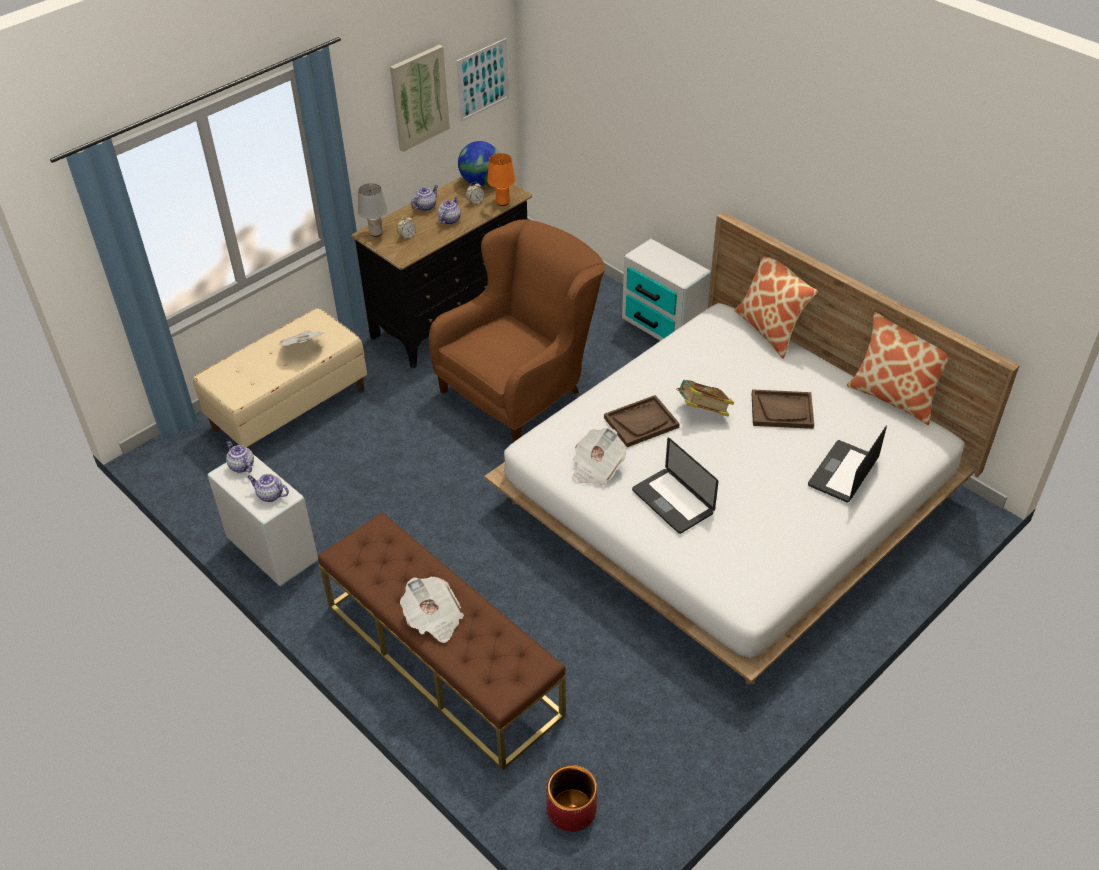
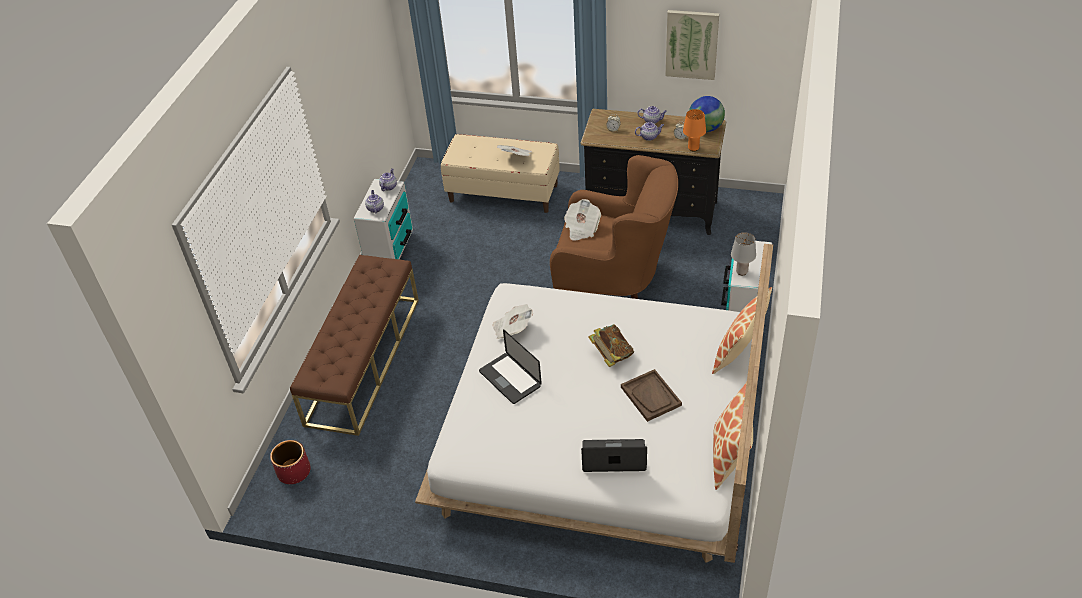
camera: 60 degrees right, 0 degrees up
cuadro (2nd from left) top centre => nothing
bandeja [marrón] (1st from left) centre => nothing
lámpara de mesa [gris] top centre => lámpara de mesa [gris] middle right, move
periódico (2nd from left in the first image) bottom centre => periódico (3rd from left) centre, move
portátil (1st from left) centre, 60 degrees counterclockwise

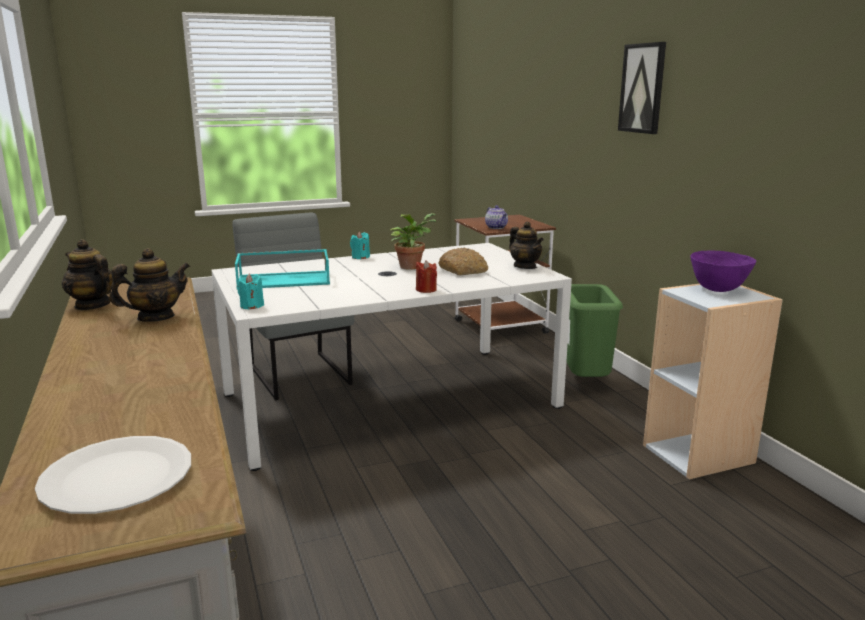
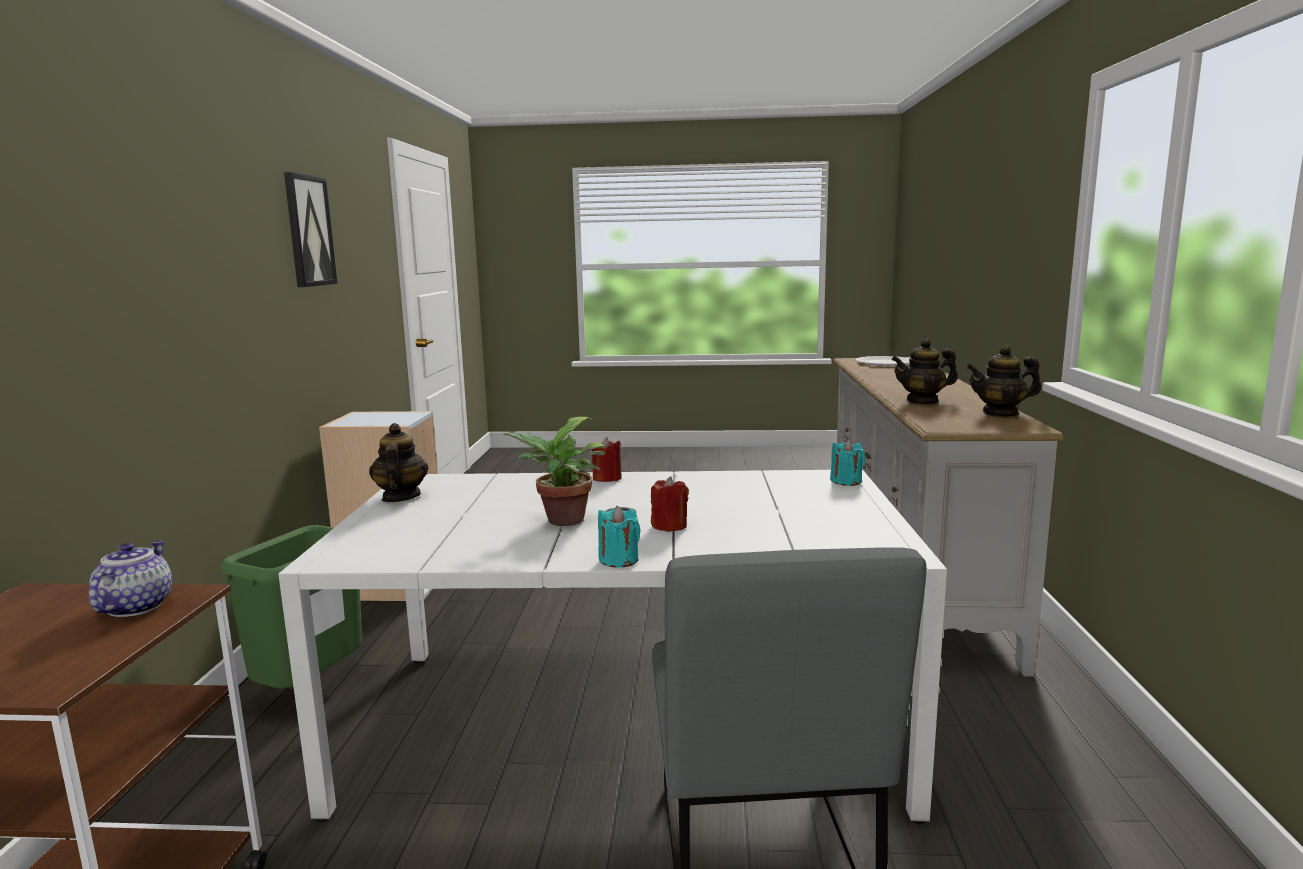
camera: 155 degrees left, 5 degrees down
bandeja [turquesa] middle left => nothing
pan centre => nothing
cuenco [morado] middle right => nothing
nothing => vela [rojo] (2nd from left) centre
cuadro top right => cuadro top left, move
tetera (1st from left in the first image) middle left => tetera (4th from left) middle right, 120 degrees clockwise

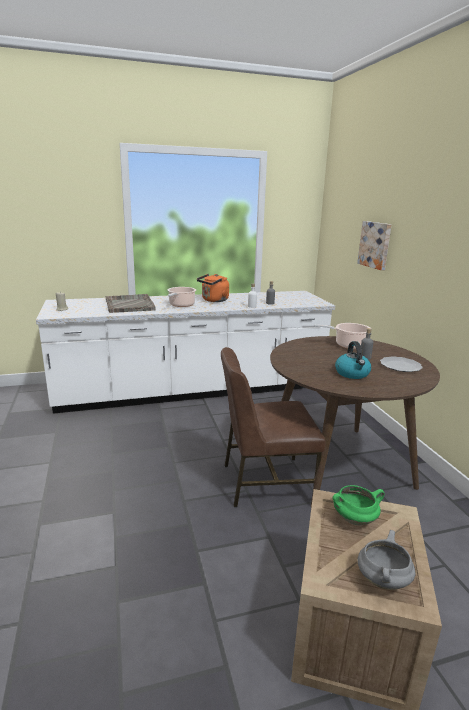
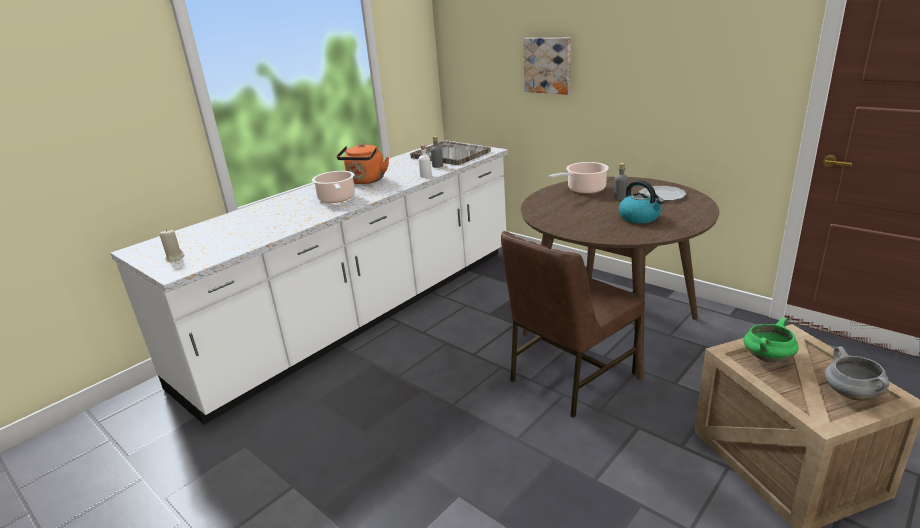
camera: 30 degrees left, 5 degrees up
bandeja [gris] middle left => bandeja [gris] top centre, move

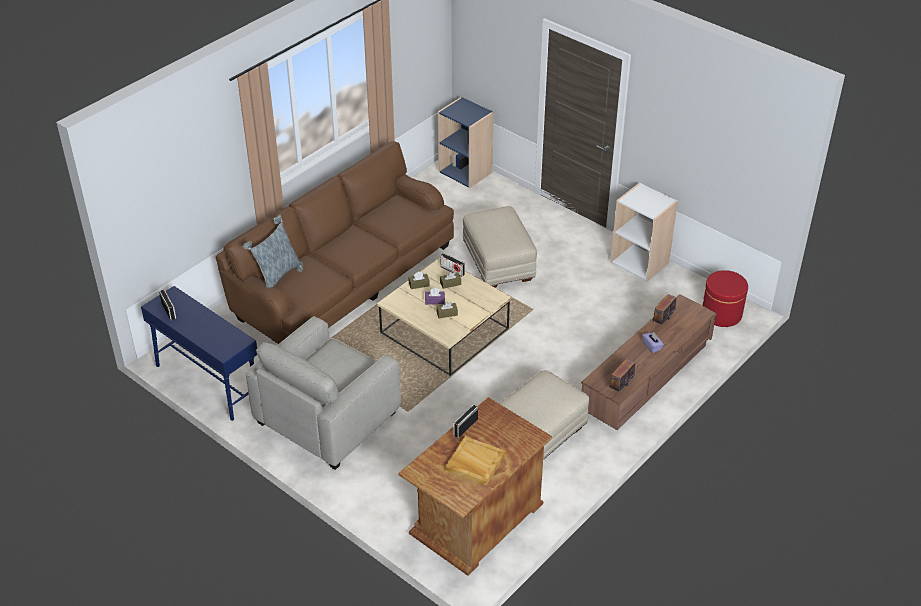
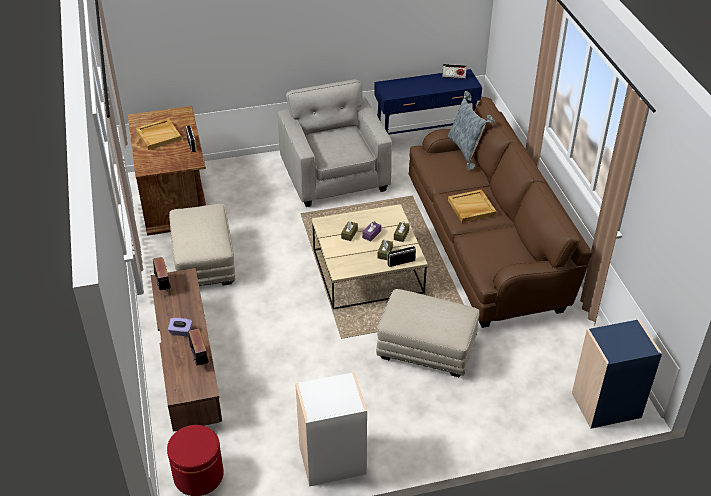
camera: 125 degrees right, 0 degrees up
nothing => bandeja [beis] (2nd from left) centre

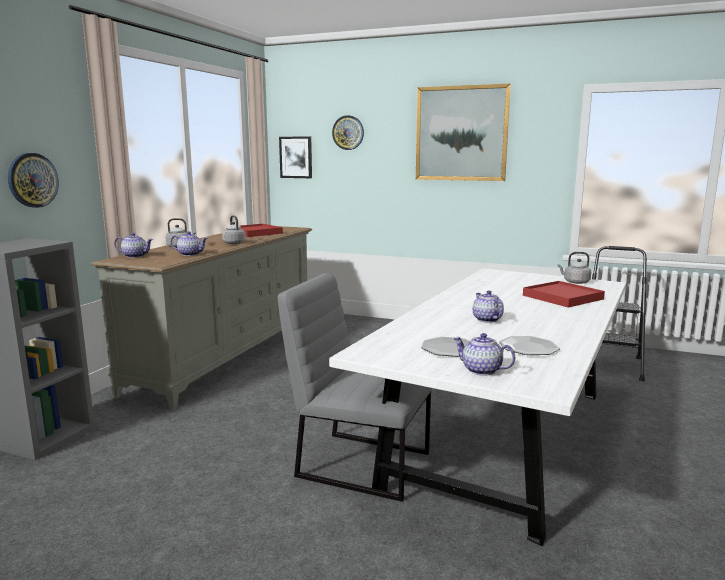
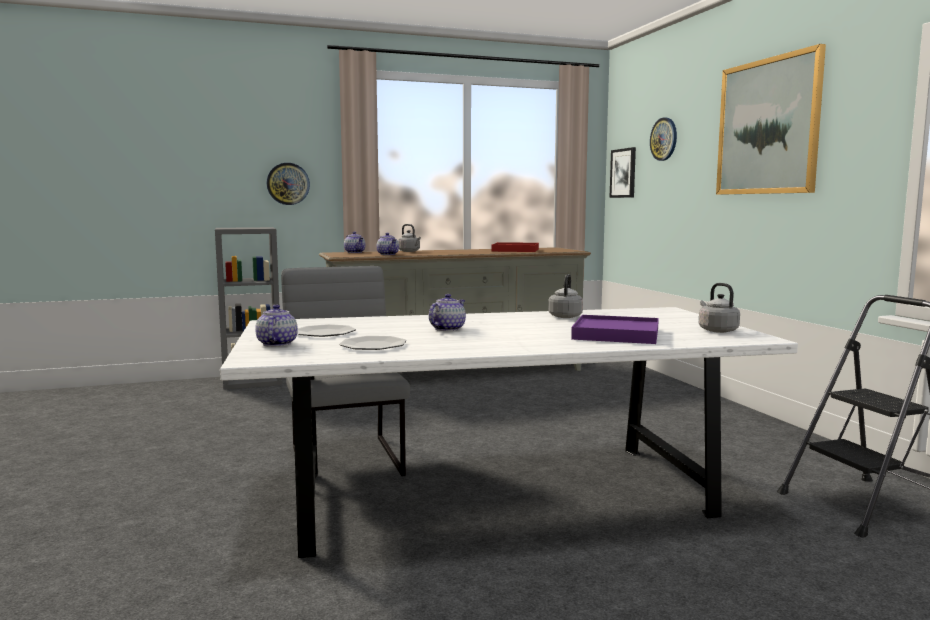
camera: 50 degrees right, 5 degrees down
hervidor [gris] (2nd from left) middle left => hervidor [gris] (2nd from left) centre, move
bandeja [rojo] (2nd from left) middle right => bandeja [morado] centre

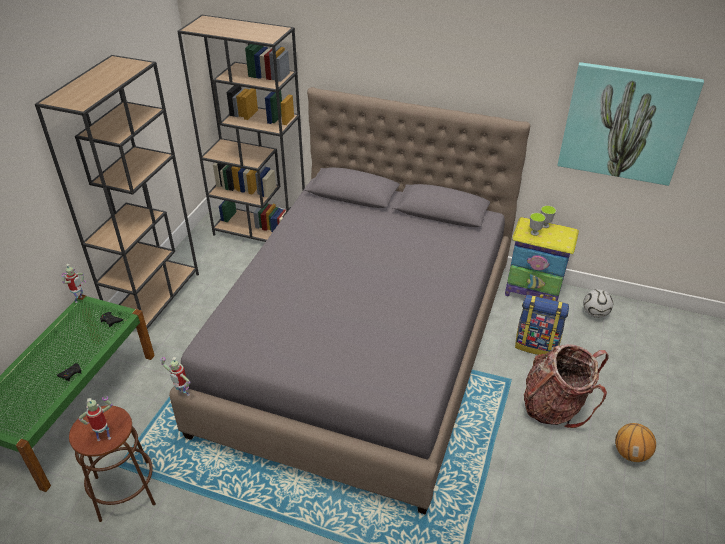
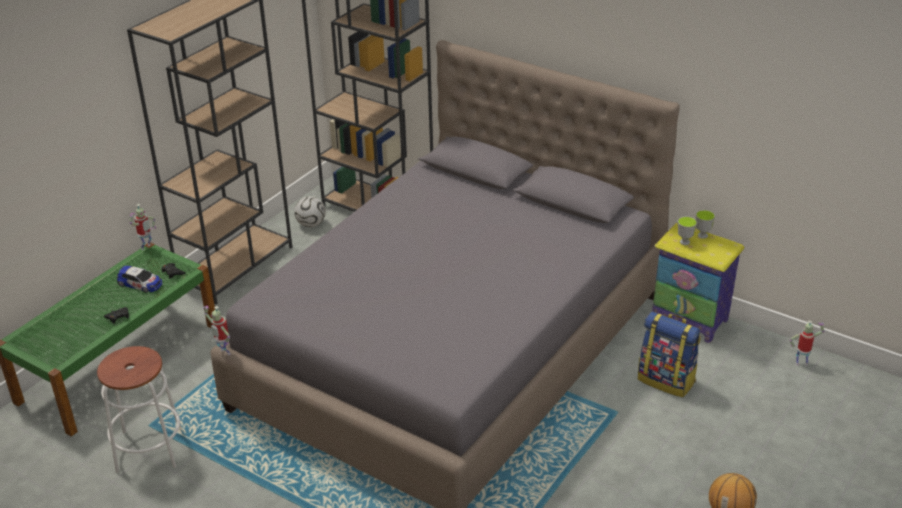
camera: 15 degrees right, 5 degrees down
mochila (2nd from left) bottom right => nothing
cuadro top right => nothing
nothing => coche de juguete middle left
robot de juguete (2nd from left in the first image) bottom left => robot de juguete (3rd from left) bottom right, move
balón de fútbol middle right => balón de fútbol centre, move
taburete [marrón] bottom left => taburete [blanco] bottom left

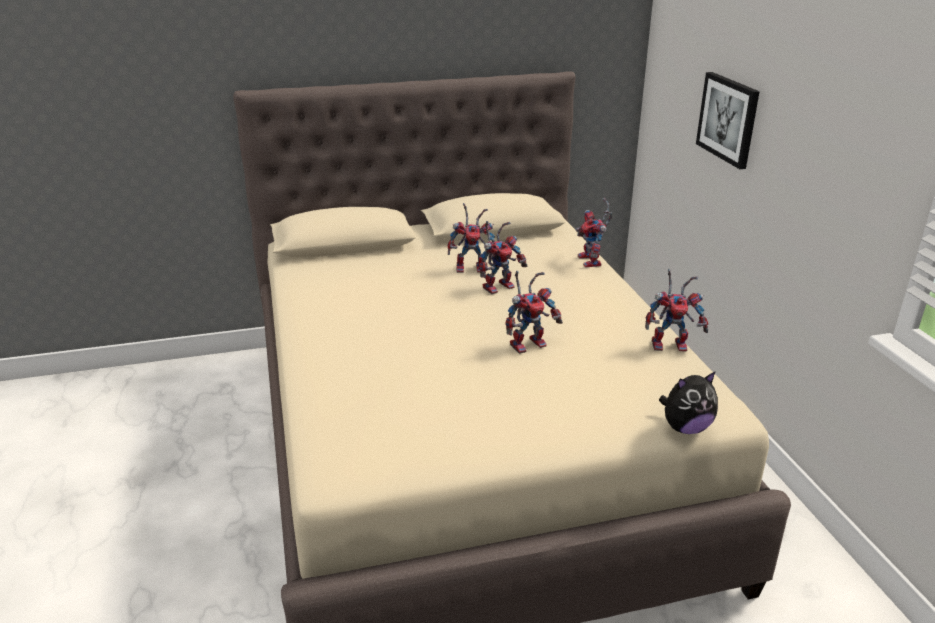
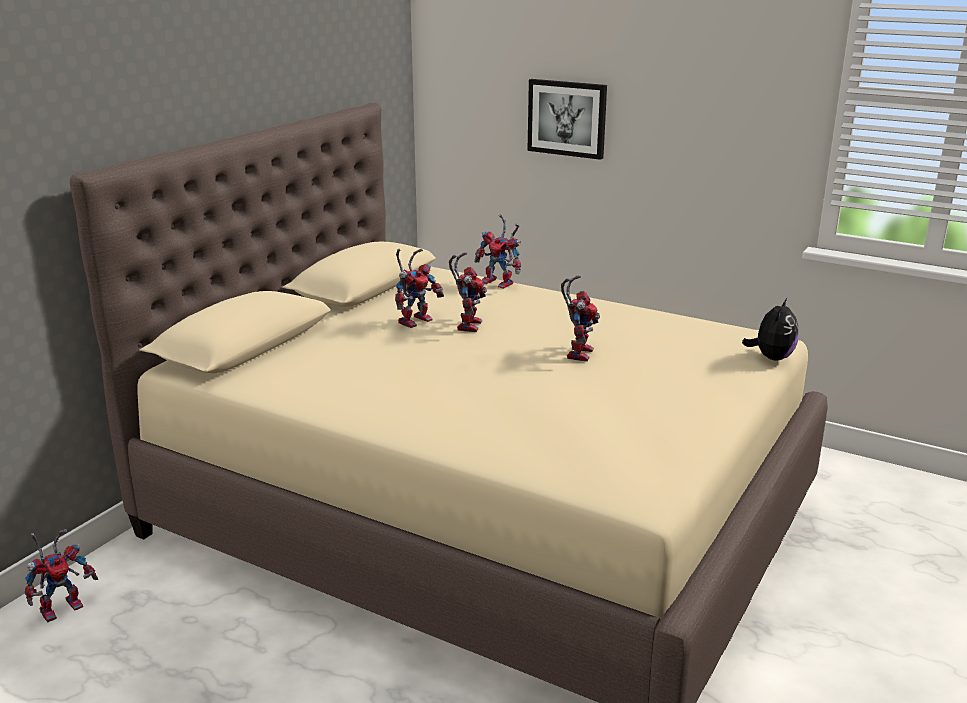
camera: 45 degrees left, 5 degrees down
robot de juguete (5th from left in the first image) middle right => robot de juguete (1st from left) bottom left, move

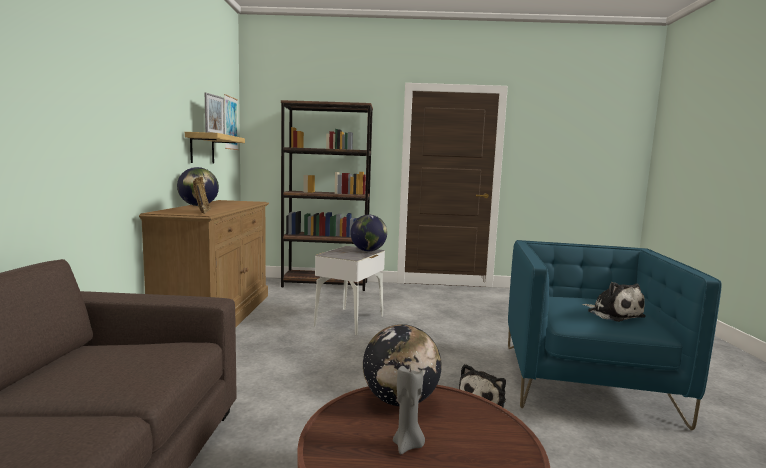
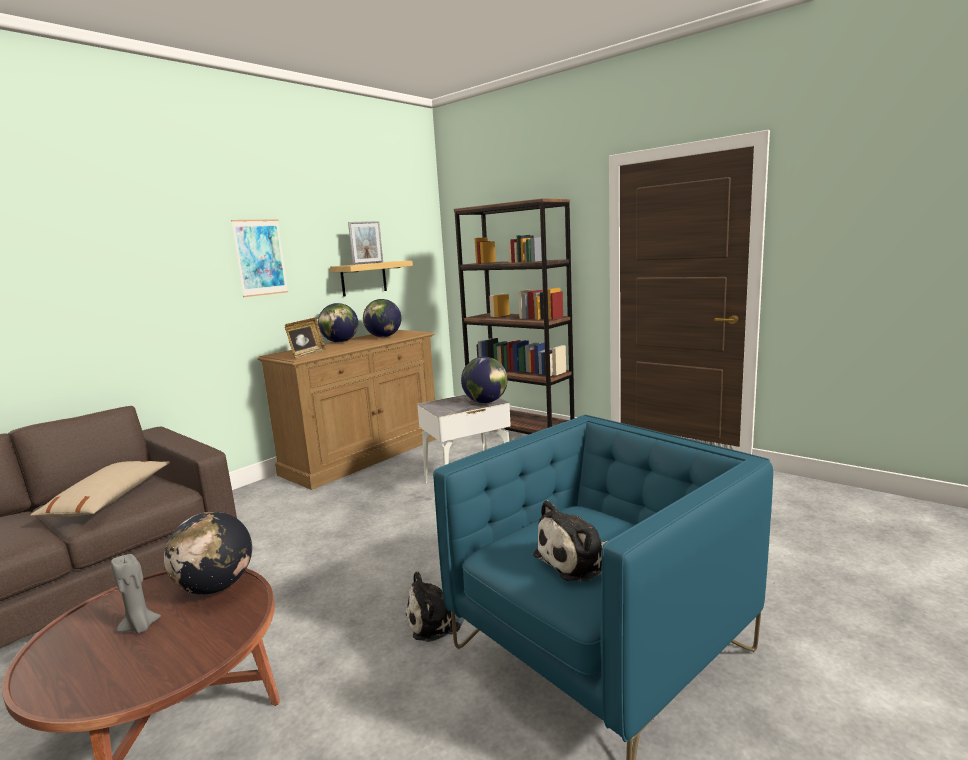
camera: 40 degrees right, 5 degrees up
nothing => cojín [beis] middle left
nothing => globo terráqueo (3rd from left) centre
cuadro top left => cuadro middle left, move
peluche (2nd from left) middle right => peluche (2nd from left) bottom centre, 45 degrees clockwise

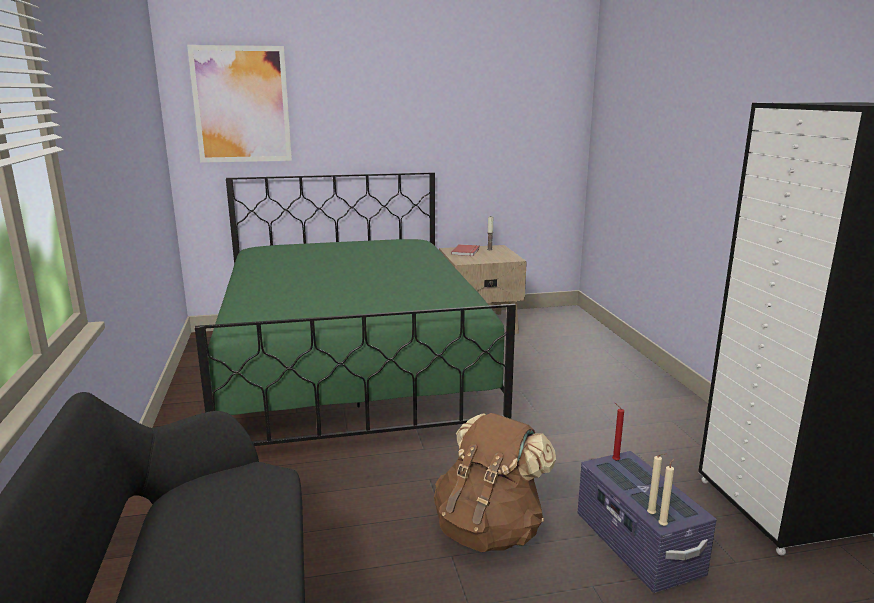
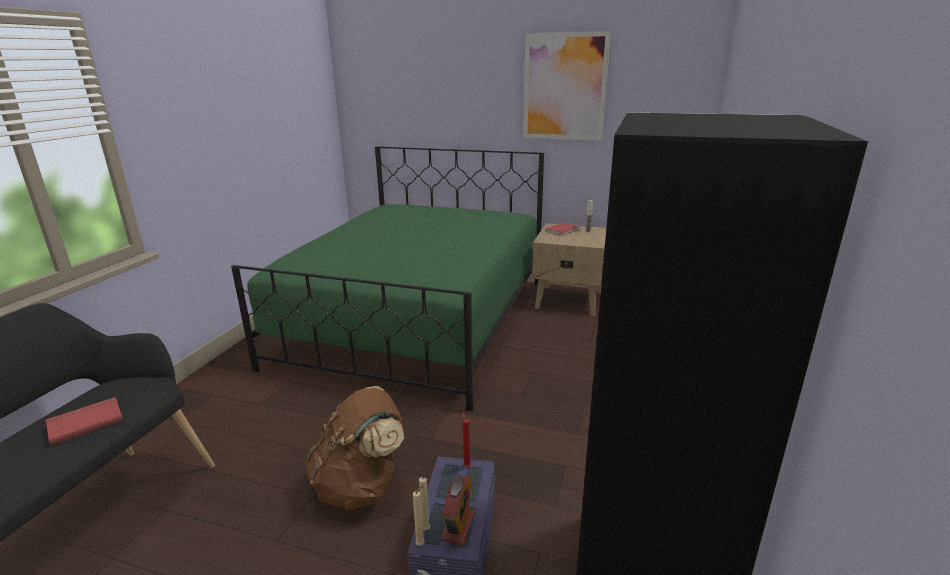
camera: 30 degrees right, 5 degrees up
nothing => libro [rojo] (1st from left) bottom left
nothing => despertador bottom centre
cuadro top left => cuadro top centre, move

